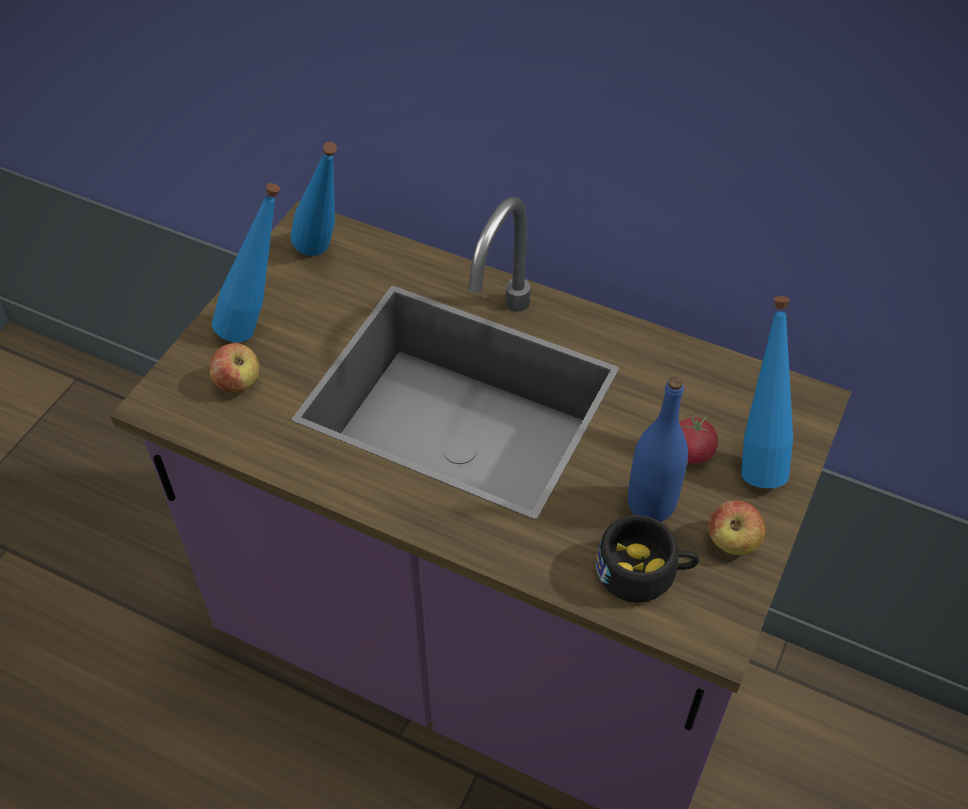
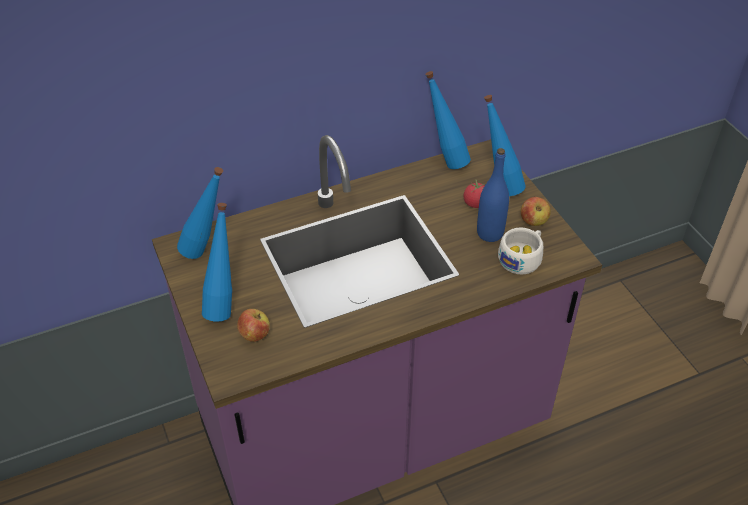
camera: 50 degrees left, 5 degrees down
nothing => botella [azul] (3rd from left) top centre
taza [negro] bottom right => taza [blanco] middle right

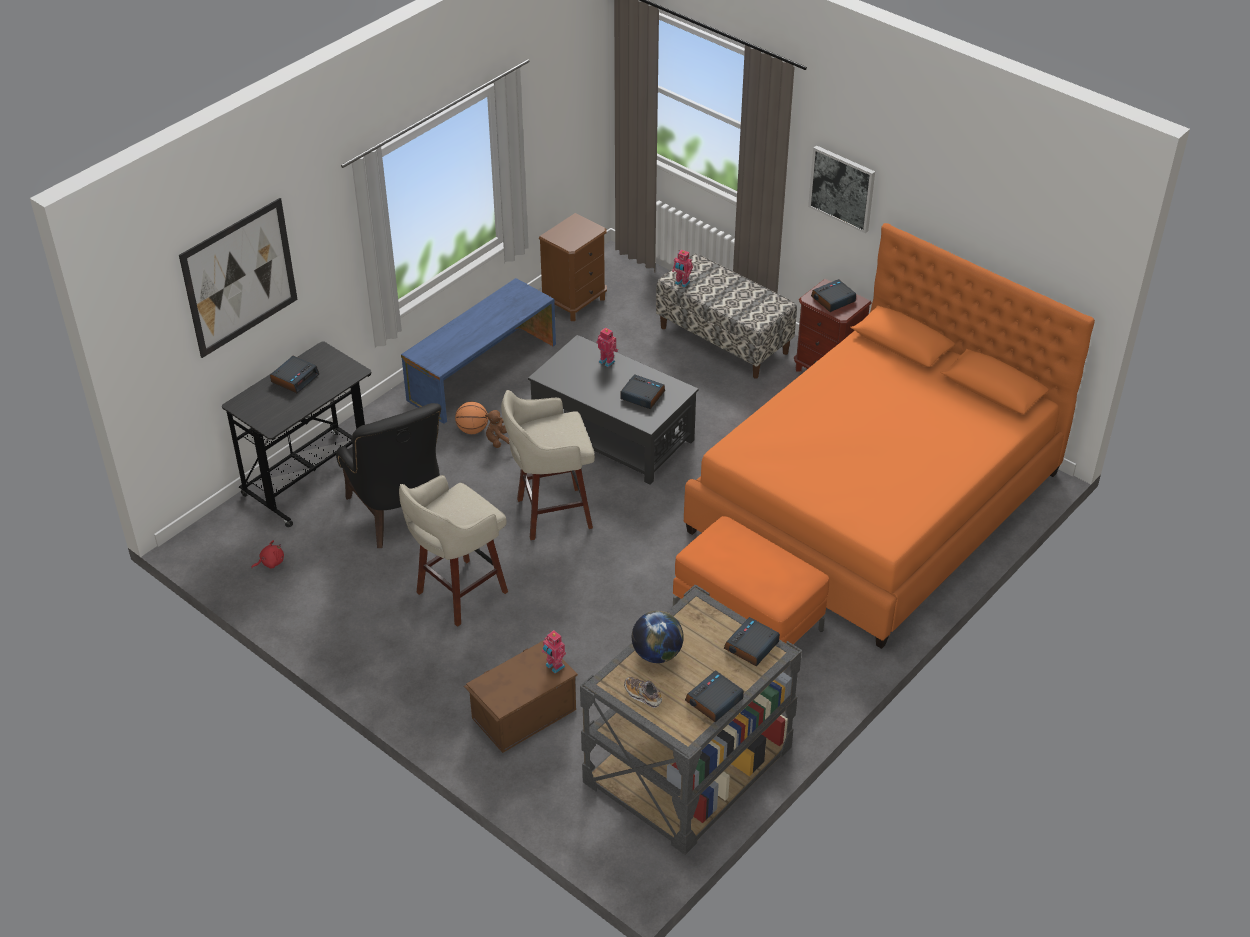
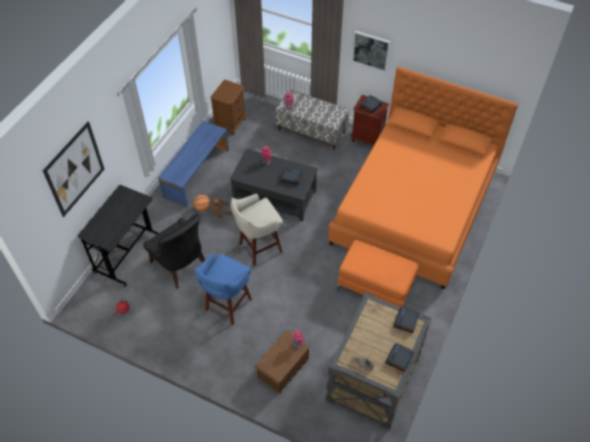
camera: 15 degrees left, 10 degrees up
despertador (1st from left) middle left => nothing
globo terráqueo bottom centre => nothing
taburete [beis] (1st from left) centre => taburete [azul] centre

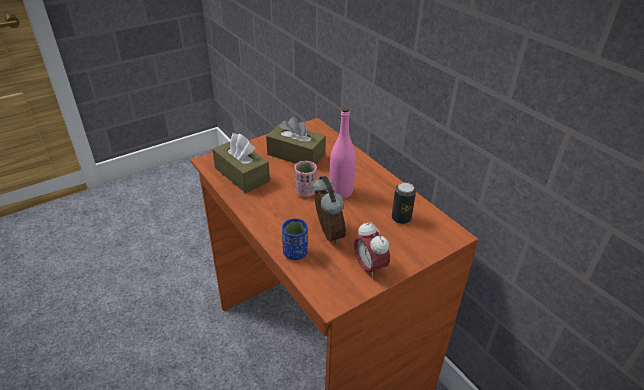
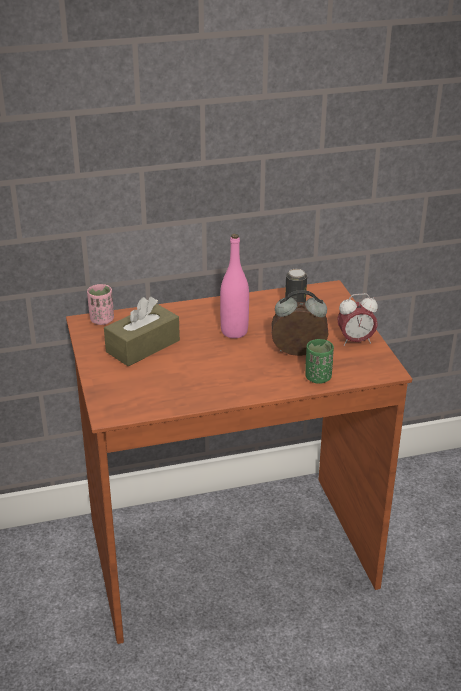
camera: 70 degrees left, 5 degrees down
caja de pañuelos [marrón] (1st from left) centre => nothing
taza [rosa] centre => taza [rosa] middle left, move
taza [azul] centre => taza [verde] middle right

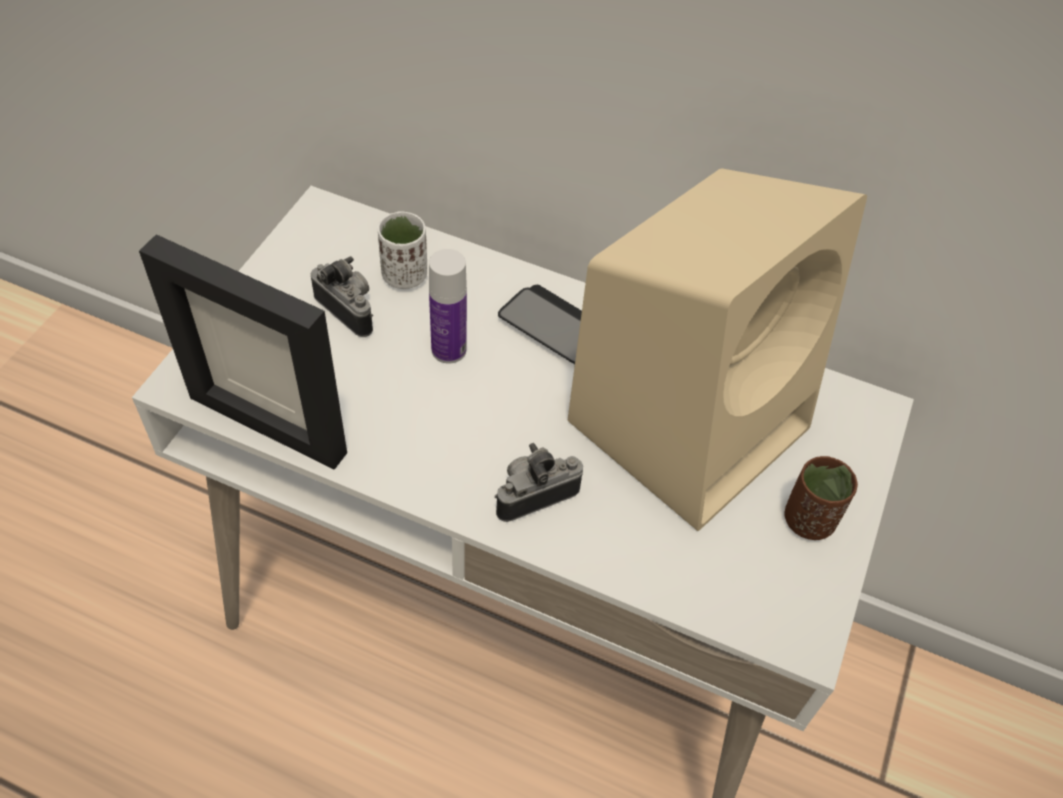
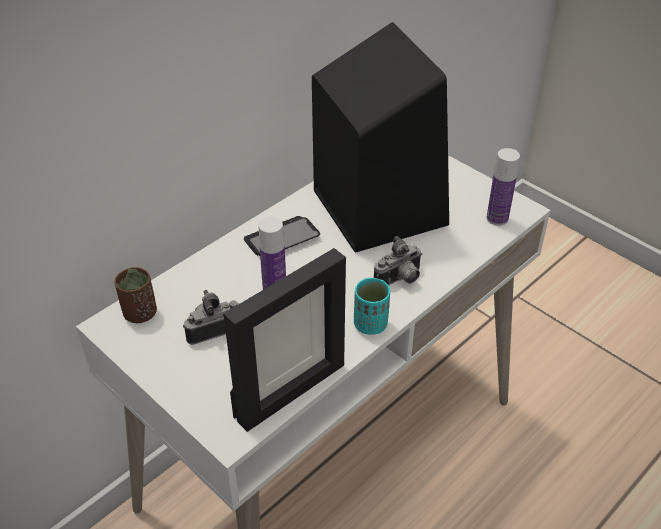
camera: 65 degrees left, 10 degrees down
taza [blanco] top centre => nothing
nothing => taza [turquesa] centre
nothing => botella (2nd from left) middle right
taza [marrón] middle right => taza [marrón] middle left, move
altavoz [beis] middle right => altavoz [negro] top centre
cámara (2nd from left) centre, 120 degrees counterclockwise

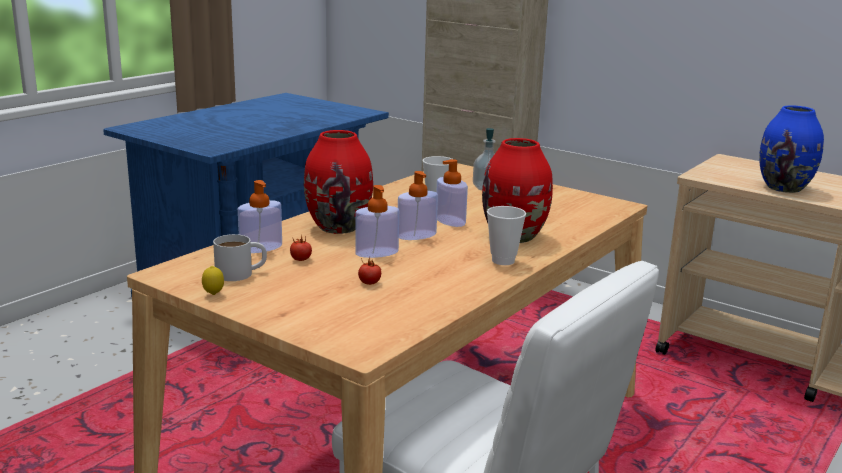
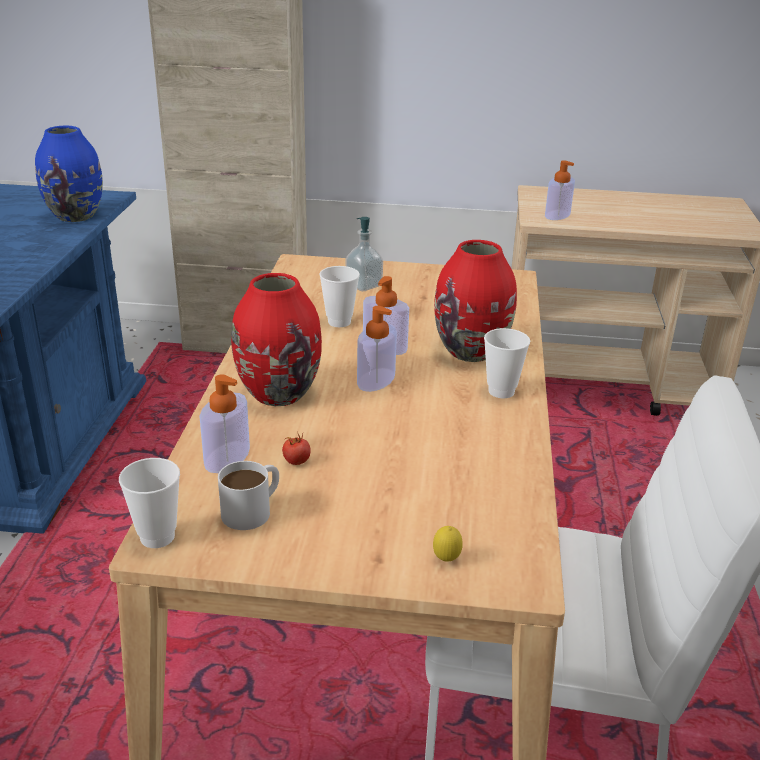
camera: 30 degrees left, 10 degrees up
tomate (2nd from left) centre => nothing
nothing => taza (1st from left) middle left
limón middle left => limón bottom centre, move
dispensador de jabón (2nd from left in the first image) centre => dispensador de jabón (5th from left) top right, move
florero [azul] top right => florero [azul] top left, move

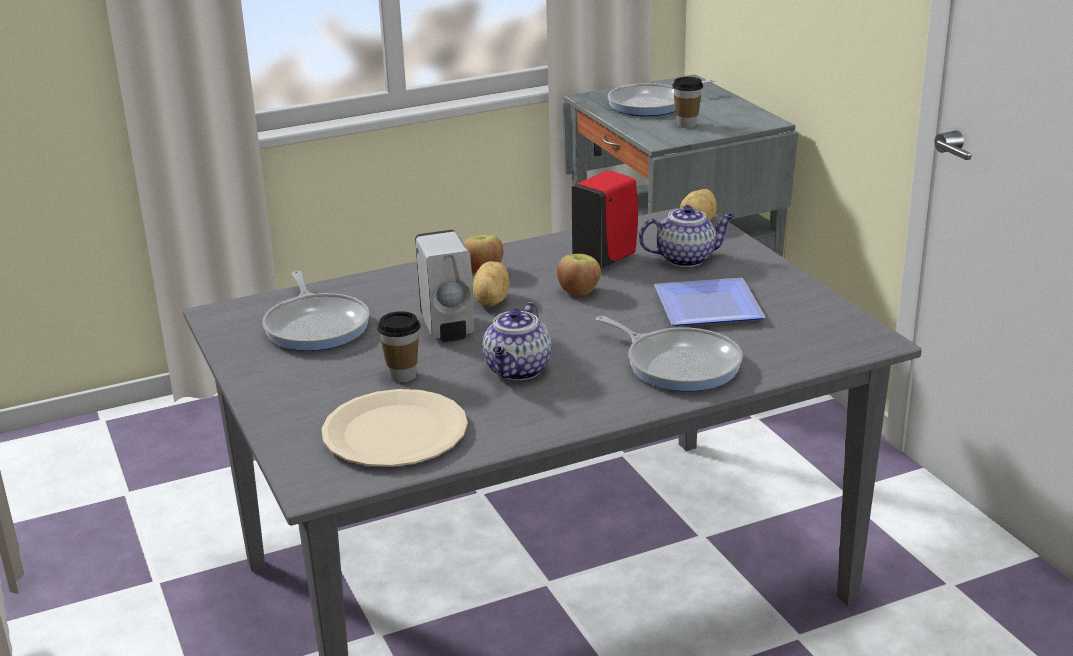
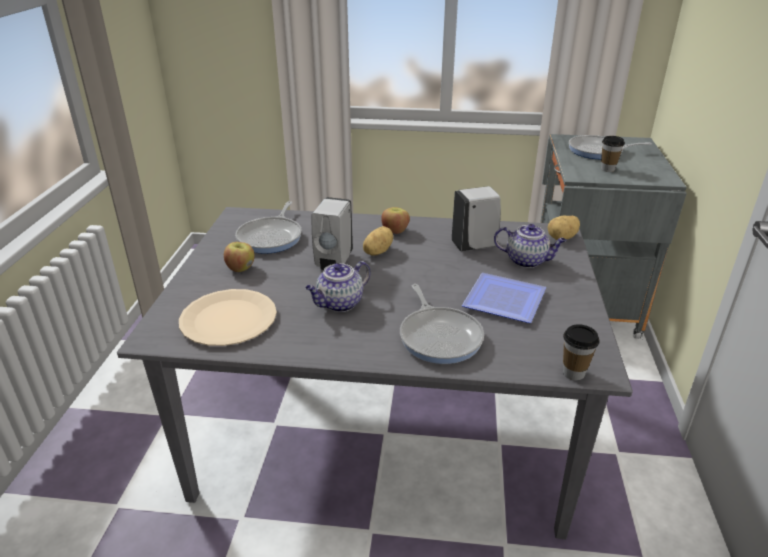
camera: 30 degrees right, 5 degrees up
taza (1st from left) centre => taza (1st from left) middle right, move
manzana (2nd from left in the first image) centre => manzana (1st from left) middle left, move
dispensador de jabón [rojo] centre => dispensador de jabón [blanco] (2nd from left) centre

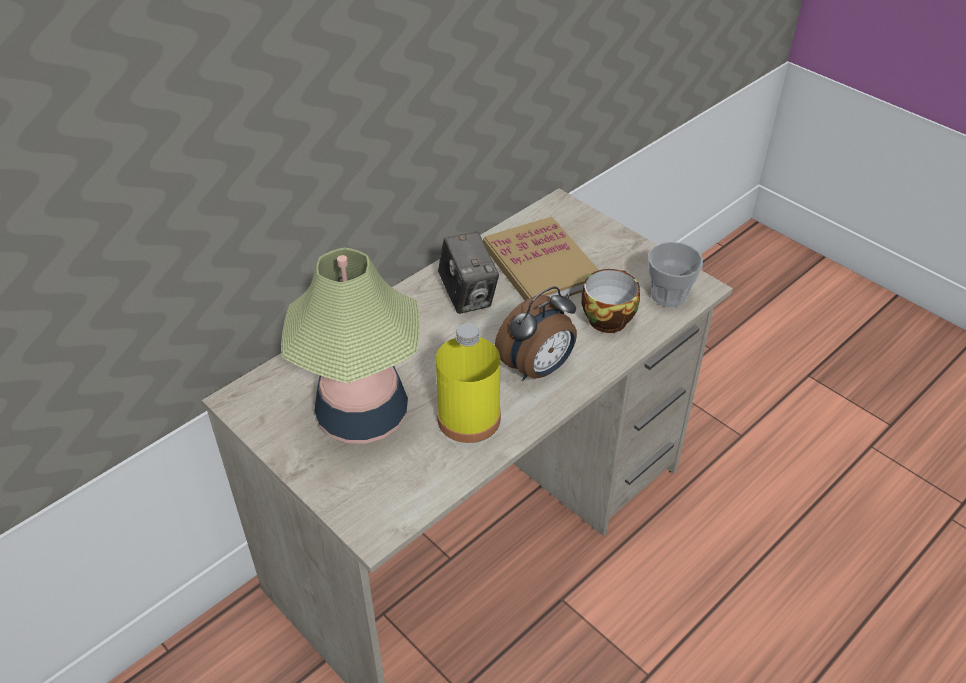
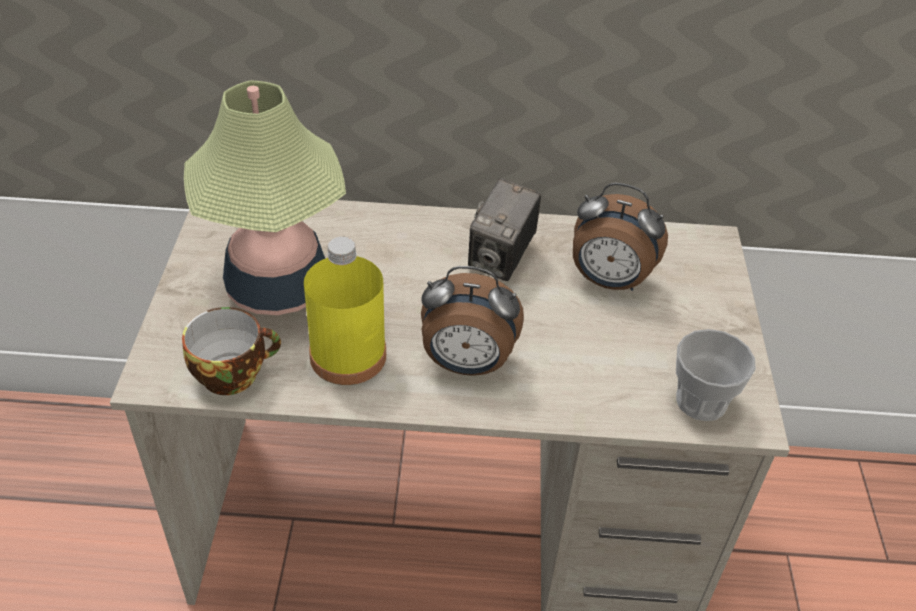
camera: 45 degrees right, 0 degrees up
taza (1st from left) centre => taza (1st from left) middle left, move
libro centre => despertador (2nd from left) middle right

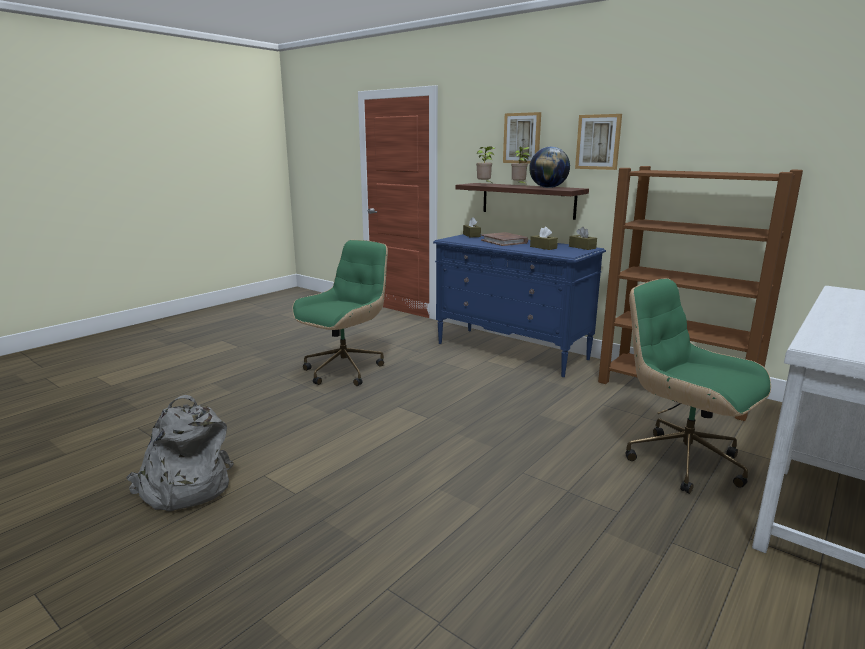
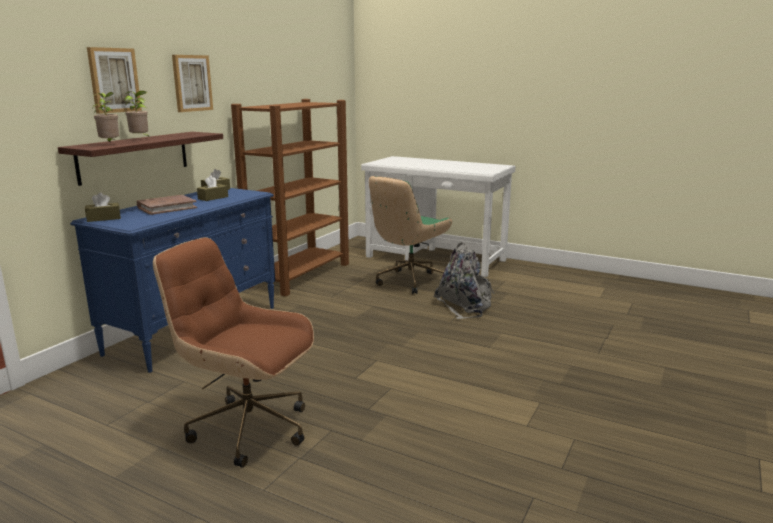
camera: 100 degrees left, 0 degrees up
globo terráqueo top centre => nothing
mochila [gris] bottom left => mochila [gris] centre, move
silla de oficina [verde] (1st from left) centre => silla de oficina [marrón] bottom left

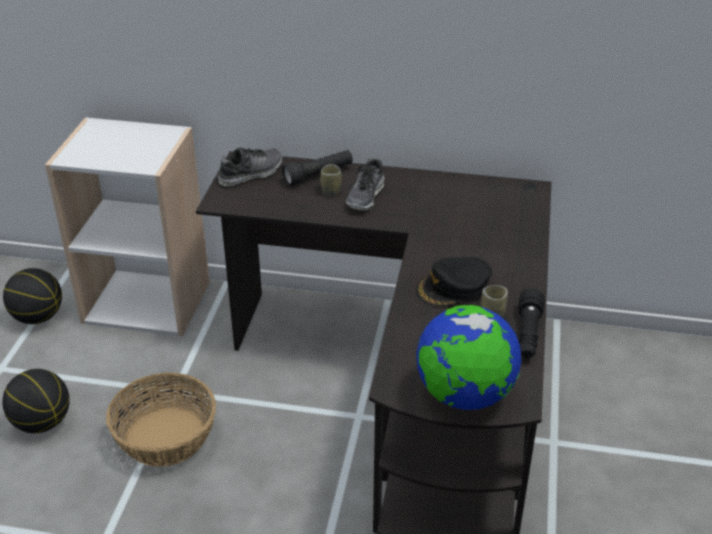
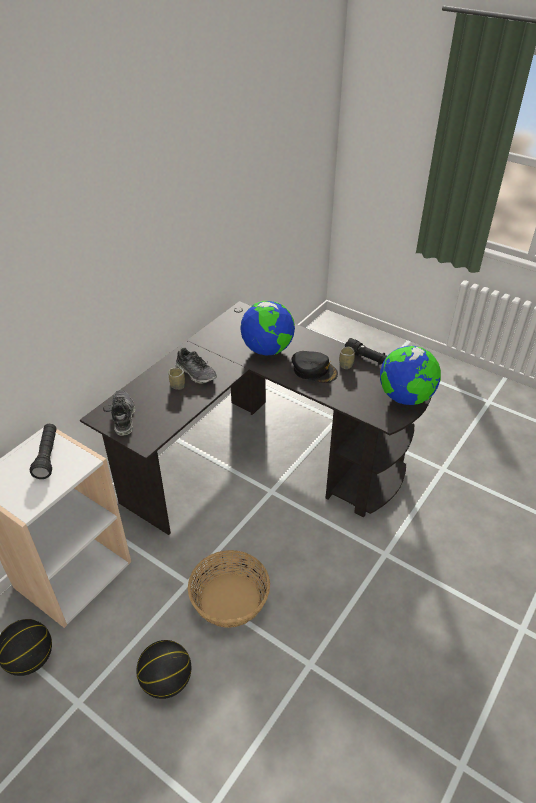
camera: 65 degrees left, 5 degrees up
nothing => globo terráqueo (1st from left) centre
linterna [negro] (1st from left) top centre => linterna [negro] (1st from left) middle left, move
gorra [negro] centre, 60 degrees counterclockwise

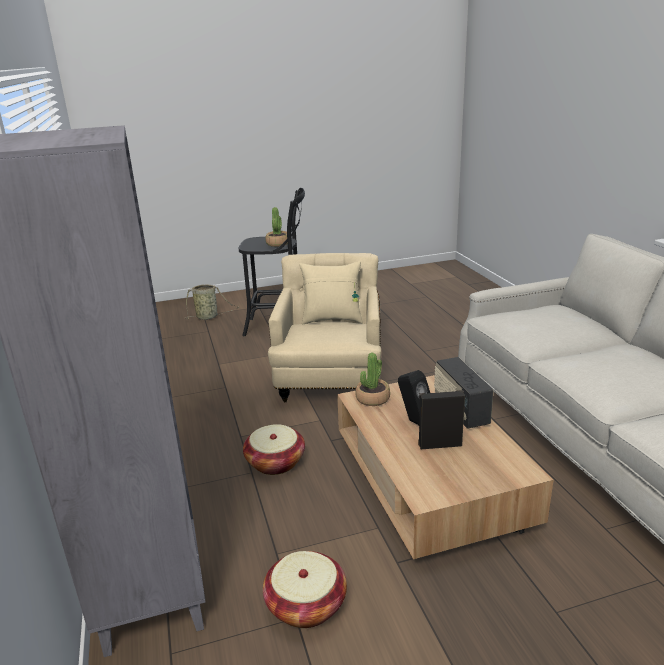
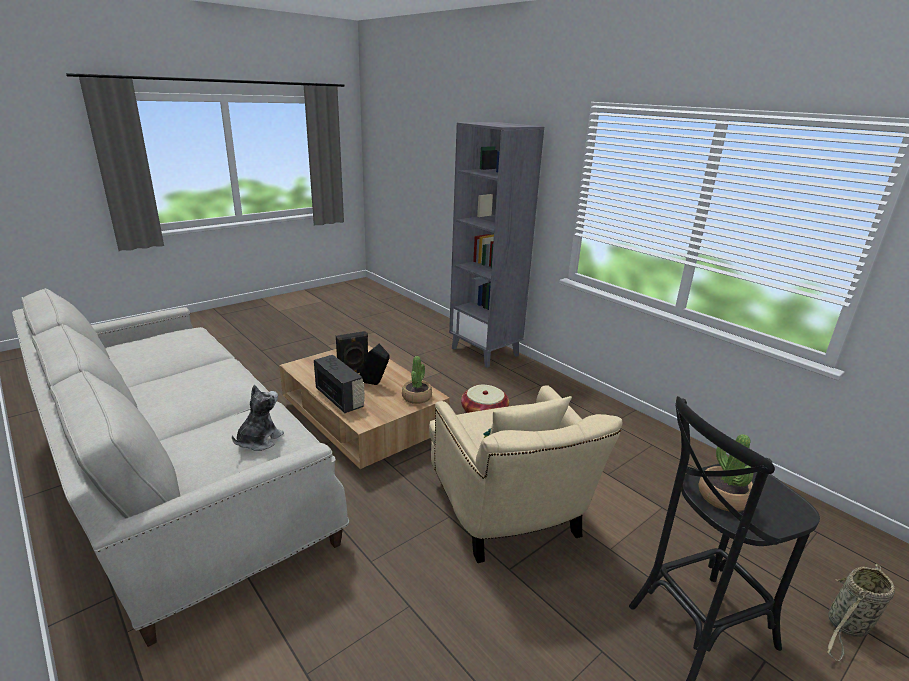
camera: 155 degrees right, 0 degrees up
cesta (3rd from left) bottom centre => nothing
nothing => peluche middle left

